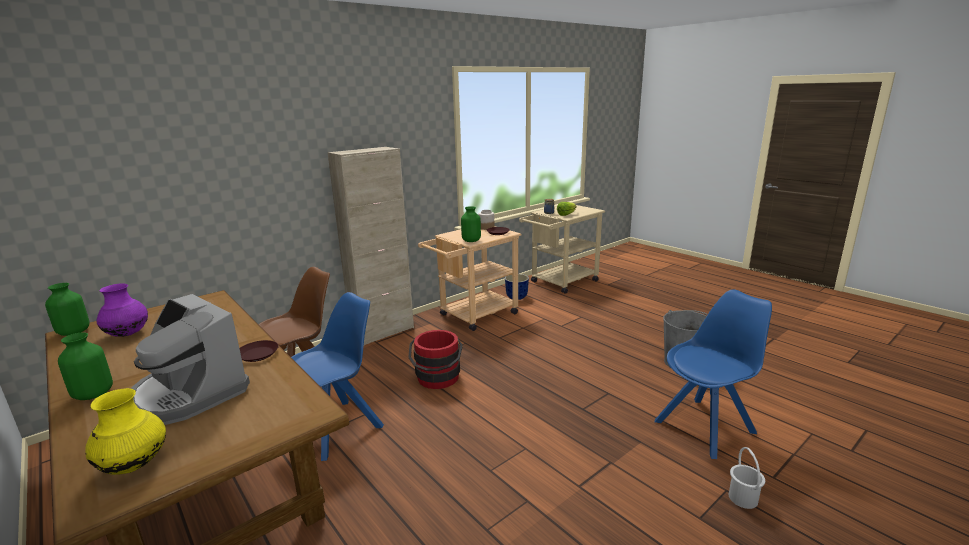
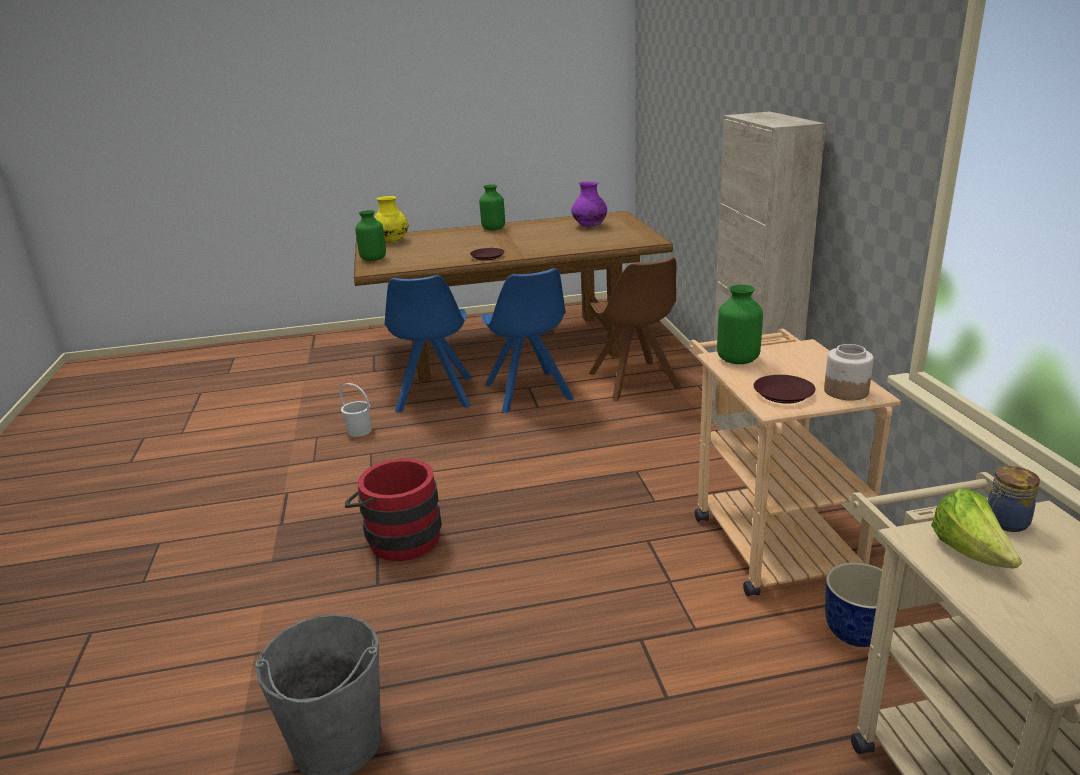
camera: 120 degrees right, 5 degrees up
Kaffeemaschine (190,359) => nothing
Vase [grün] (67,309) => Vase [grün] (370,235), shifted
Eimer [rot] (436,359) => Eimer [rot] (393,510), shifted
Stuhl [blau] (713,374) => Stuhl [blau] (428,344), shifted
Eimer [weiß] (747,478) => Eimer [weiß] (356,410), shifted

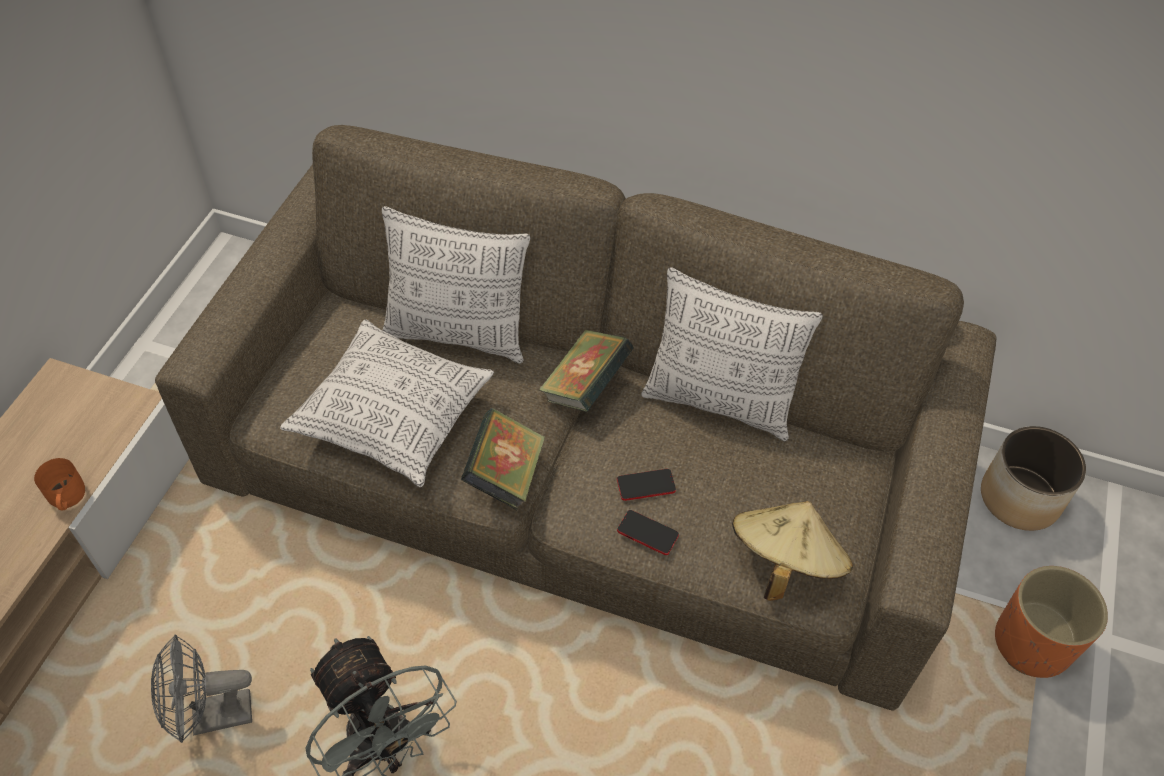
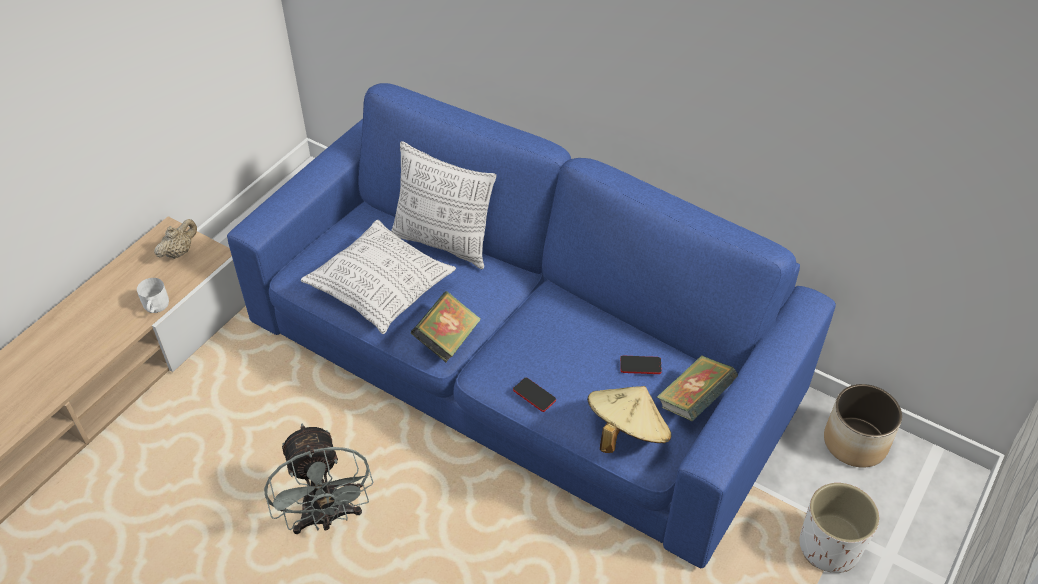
camera: 15 degrees right, 5 degrees down
Ventilator [grau] (201,689) => nothing
Kissen (732,354) => nothing
nothing => Teekanne [beige] (175,239)
Buch (586,371) => Buch (697,388), shifted
Handy (646,485) => Handy (641,365), shifted
Henkelbecher [orange] (59,484) => Henkelbecher [weiß] (153,295)
Sofa [braun] (576,418) => Sofa [blau] (531,325)
Pflanzkübel [orange] (1051,622) => Pflanzkübel [weiß] (839,528)

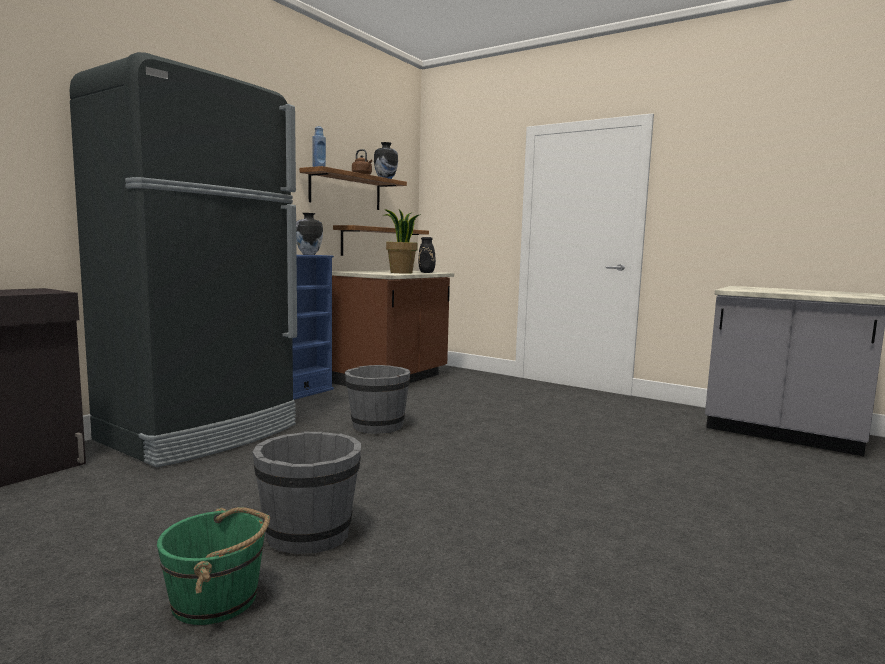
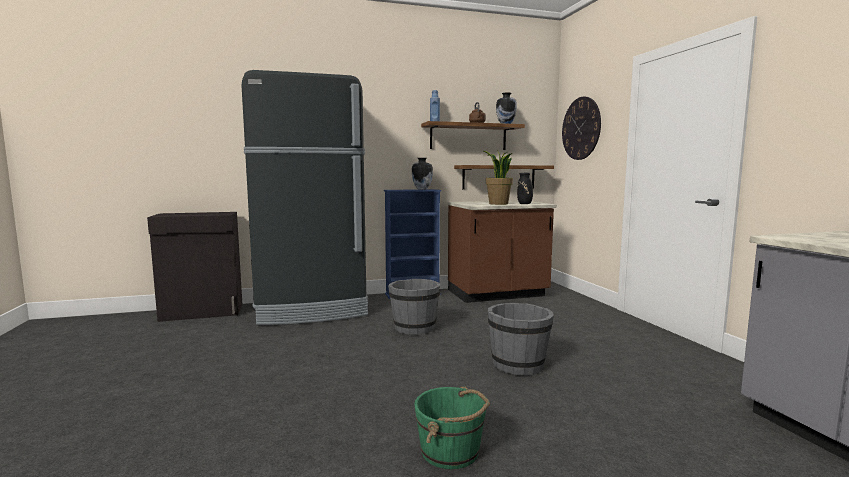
camera: 40 degrees right, 0 degrees up
nothing => Wanduhr (581,128)
Eimer [grün] (213,566) => Eimer [grün] (452,427), shifted
Eimer [grau] (306,493) => Eimer [grau] (521,339), shifted

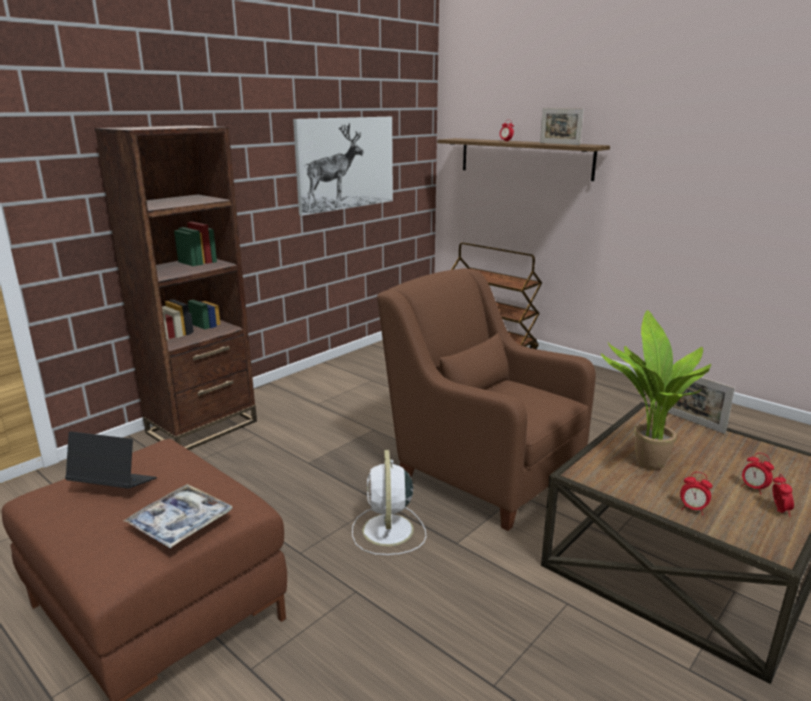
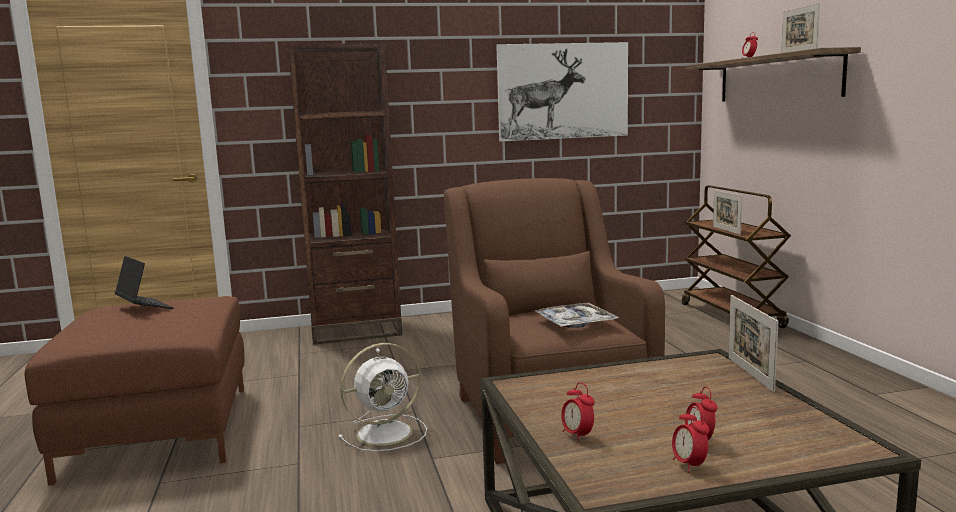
camera: 35 degrees right, 10 degrees down
Topfpflanze (656,390) => nothing
nothing => Bilderrahmen (727,212)
Tablett (178,516) => Tablett (577,315), shifted
Ventilator [weiß] (389,502) => Ventilator [weiß] (382,397), 150 degrees counterclockwise
Wecker (783,495) => Wecker (691,440), 120 degrees clockwise

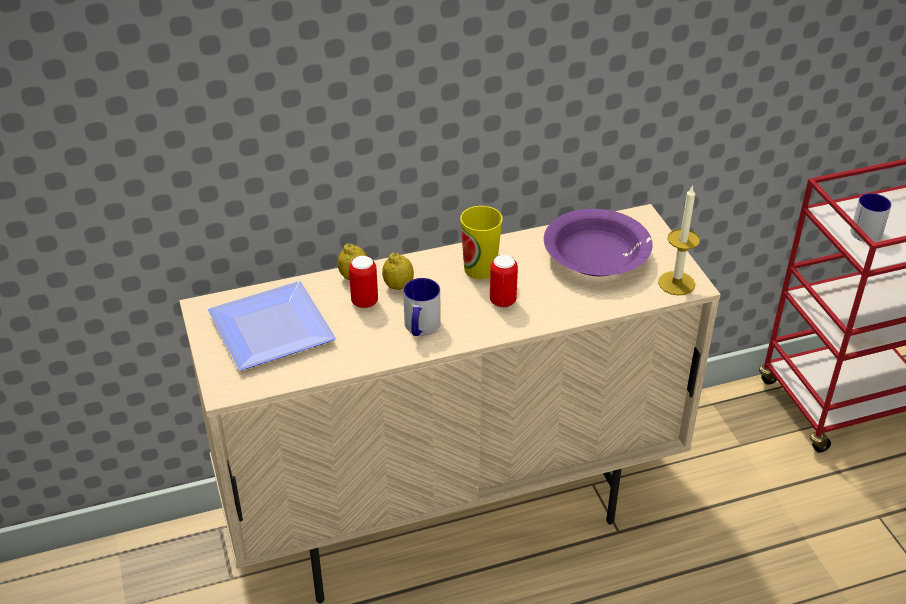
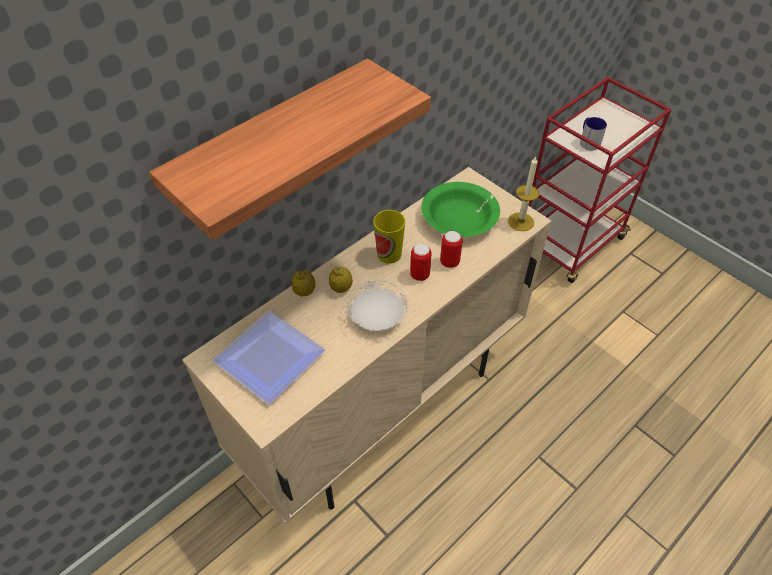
camera: 25 degrees left, 10 degrees up
nothing => Wandregal (290,149)
Dose (363,282) => Dose (451,249), shifted
Henkelbecher (422,307) => Teller [weiß] (377,305)
Schüssel [lila] (598,242) => Schüssel [grün] (460,209)

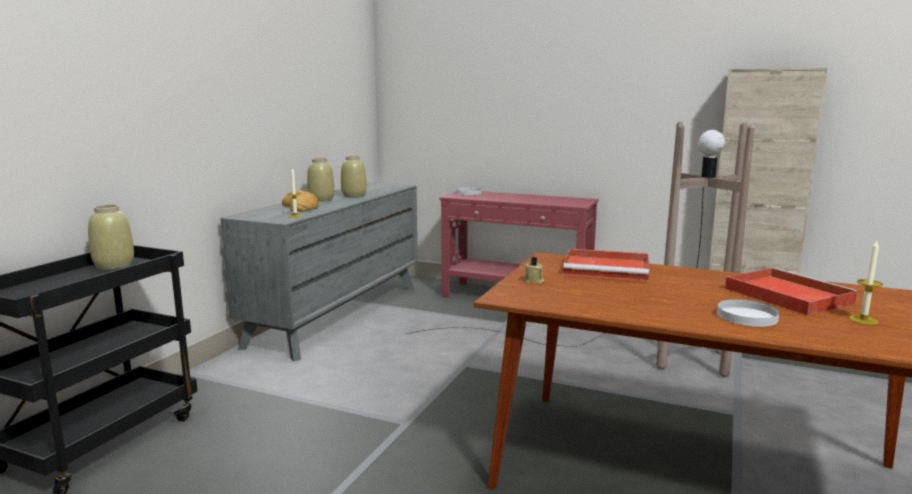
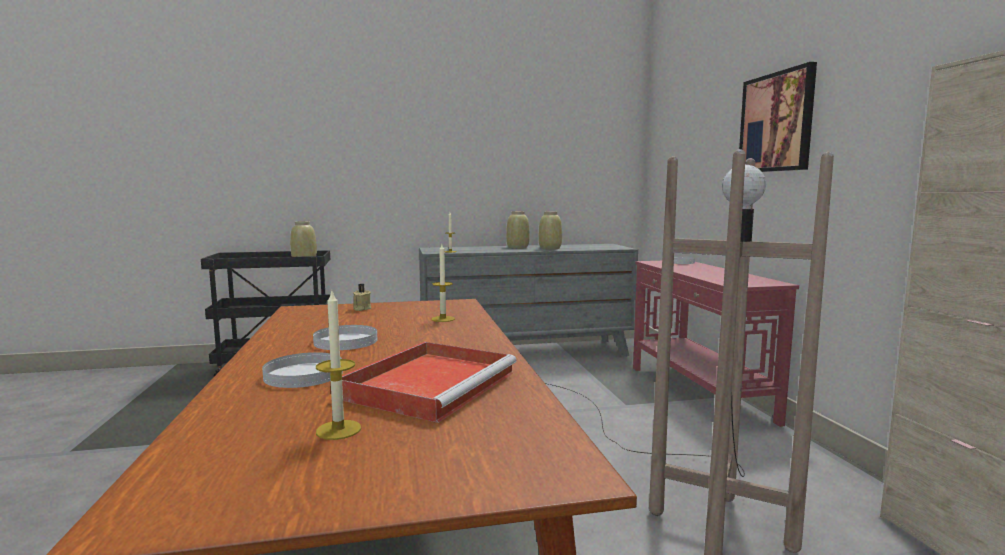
camera: 55 degrees right, 5 degrees down
Brot (300,201) => nothing
nothing => Teller [weiß] (345,337)
nothing => Bild (778,117)
Tablett [rot] (606,265) => Kerze (443,283)

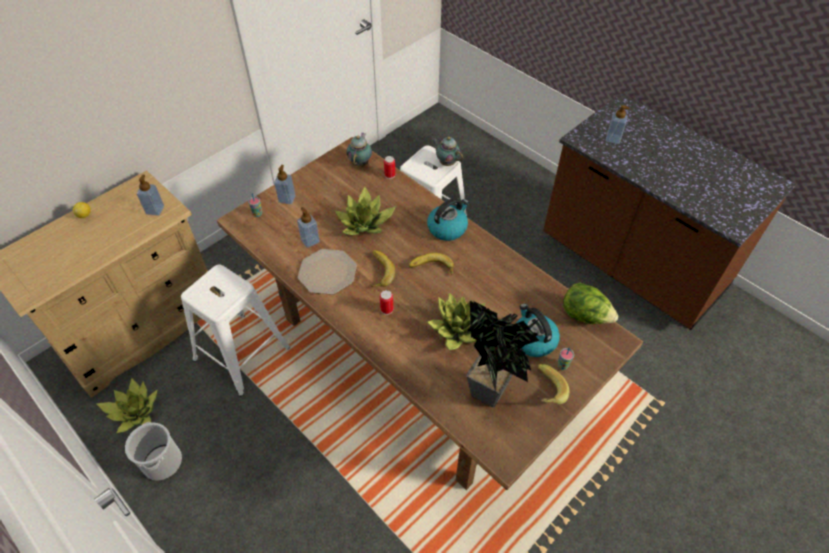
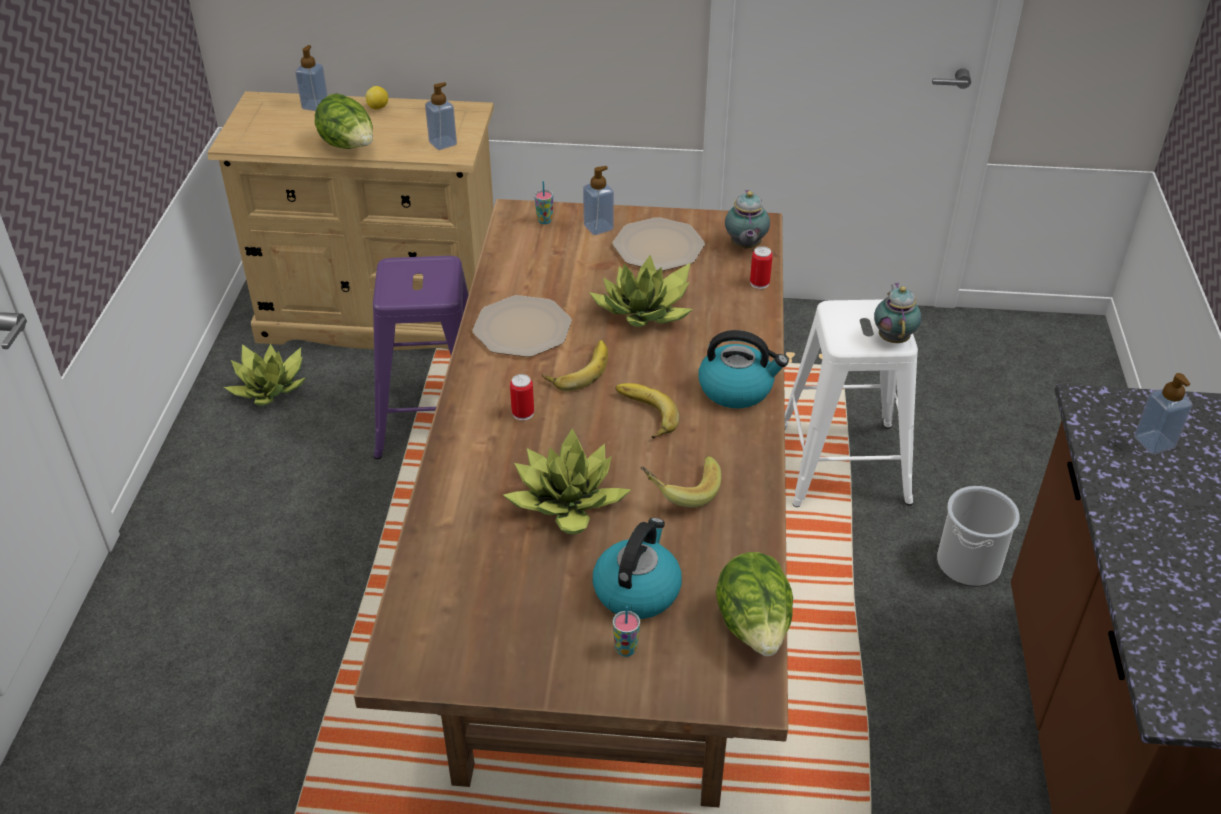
camera: 50 degrees right, 10 degrees down
Topfpflanze (503,354) => nothing
nothing => Salatkopf (344,121)
nothing => Teller (659,244)
Eimer (153,451) => Eimer (978,536), shifted
Seifenspender (308,227) => Seifenspender (311,78), shifted
Banane (553,384) => Banane (680,481), shifted
Hocker [weiß] (235,330) => Hocker [lila] (421,357)
Teekanne (359,150) => Teekanne (747,219), 120 degrees clockwise

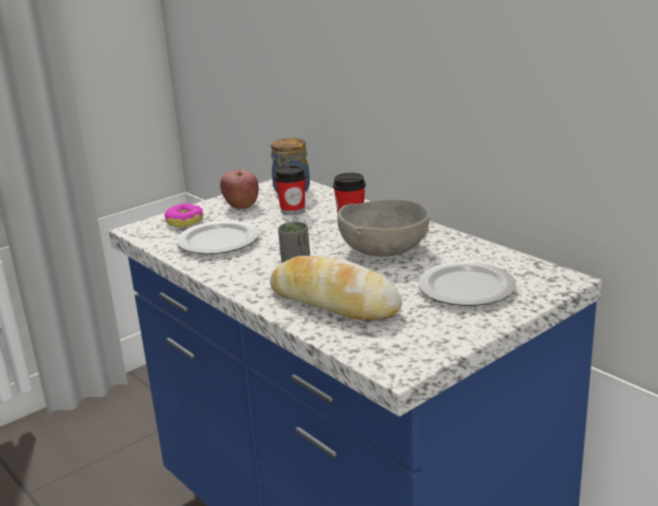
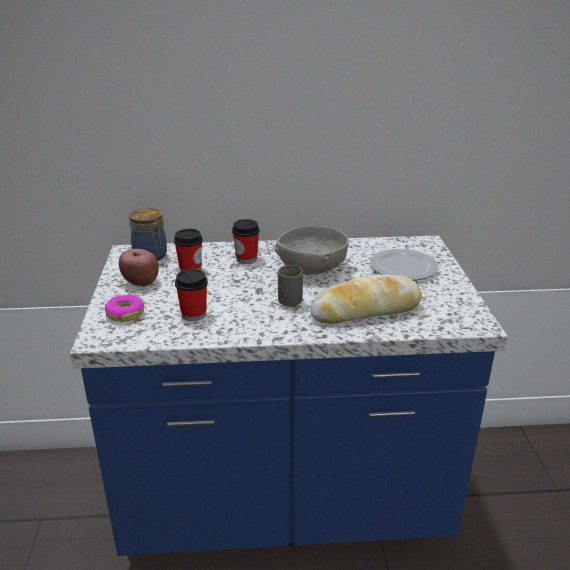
camera: 55 degrees left, 5 degrees up
Teller (218,237) => Tasse (191,295)

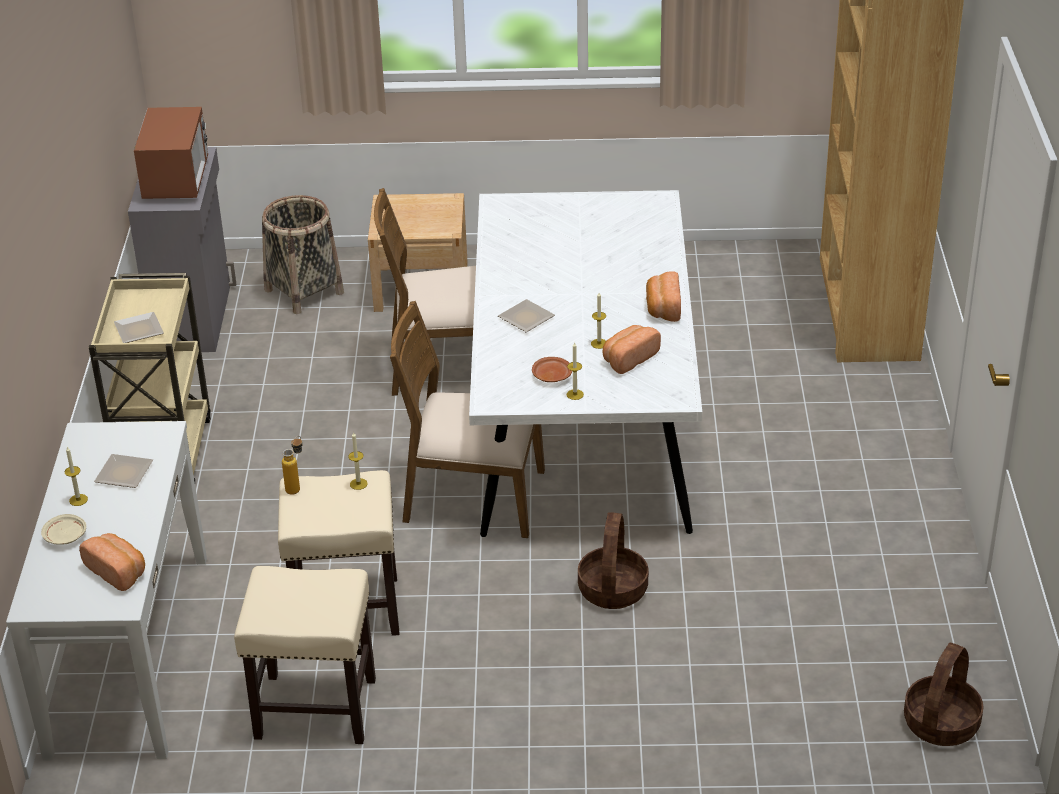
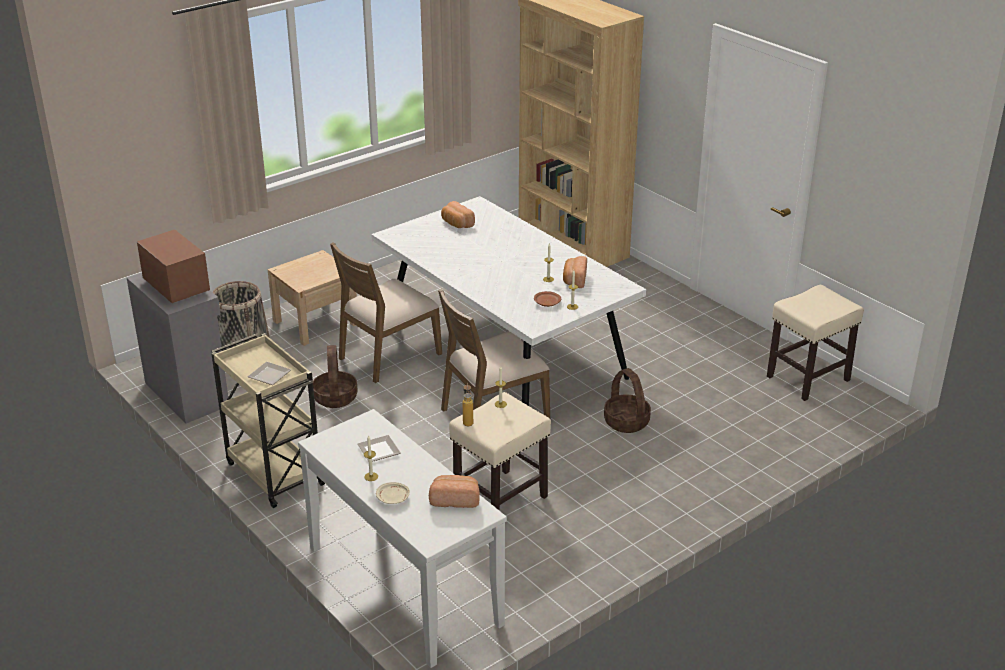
camera: 40 degrees left, 5 degrees down
Teller (526,315) => nothing
Hocker [beige] (305,655) => Hocker [beige] (815,343), shifted
Brot (663,296) => Brot (458,214), shifted
Korb (944,694) => Korb (335,376), shifted

